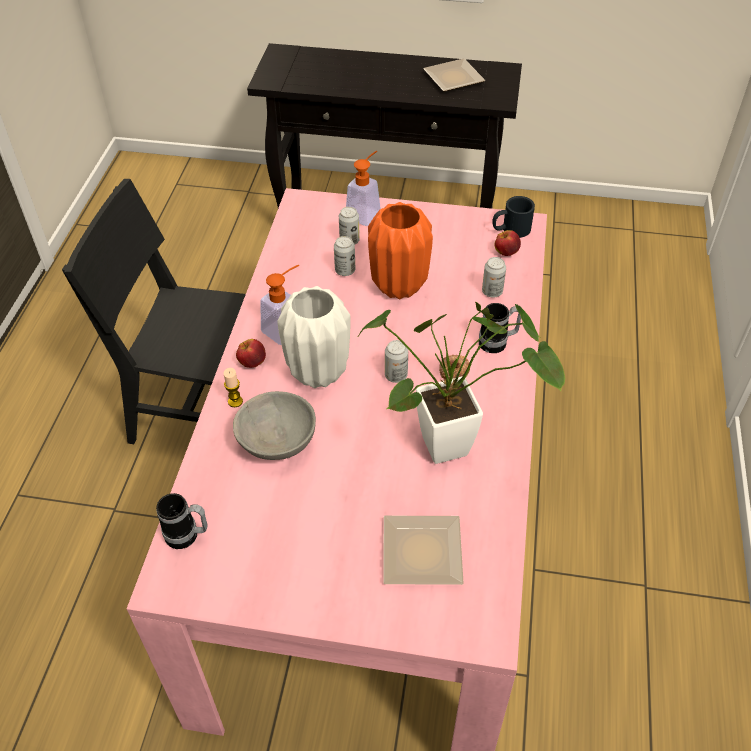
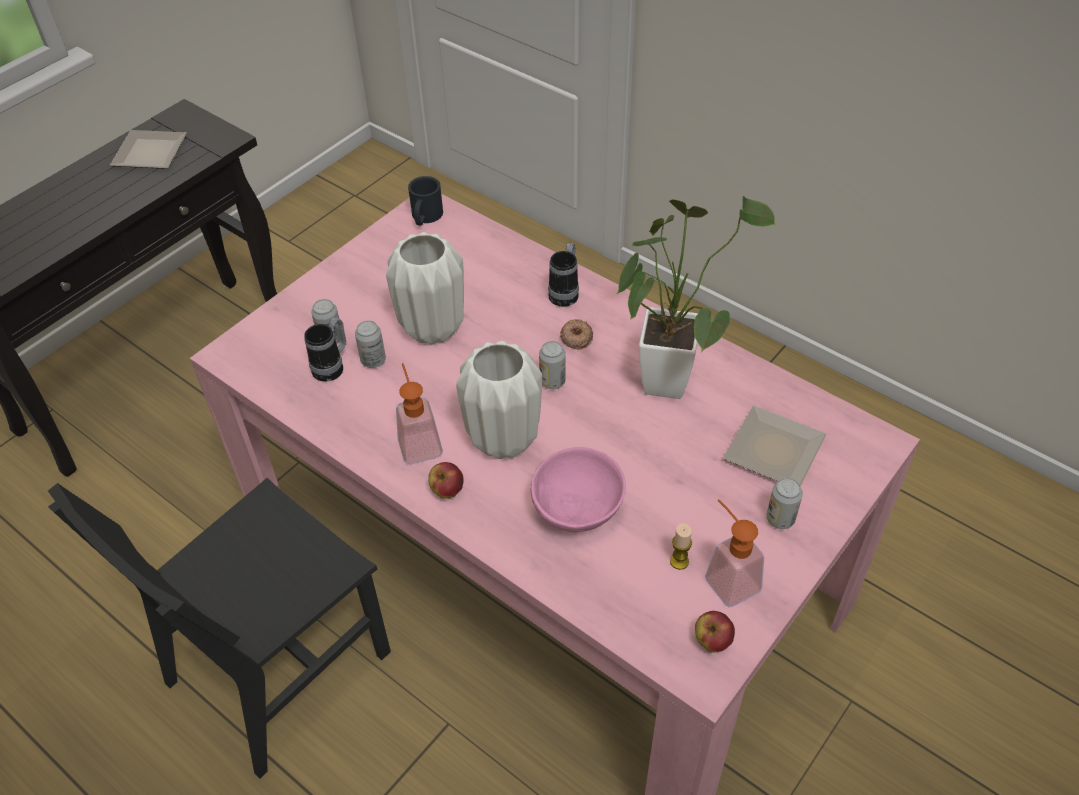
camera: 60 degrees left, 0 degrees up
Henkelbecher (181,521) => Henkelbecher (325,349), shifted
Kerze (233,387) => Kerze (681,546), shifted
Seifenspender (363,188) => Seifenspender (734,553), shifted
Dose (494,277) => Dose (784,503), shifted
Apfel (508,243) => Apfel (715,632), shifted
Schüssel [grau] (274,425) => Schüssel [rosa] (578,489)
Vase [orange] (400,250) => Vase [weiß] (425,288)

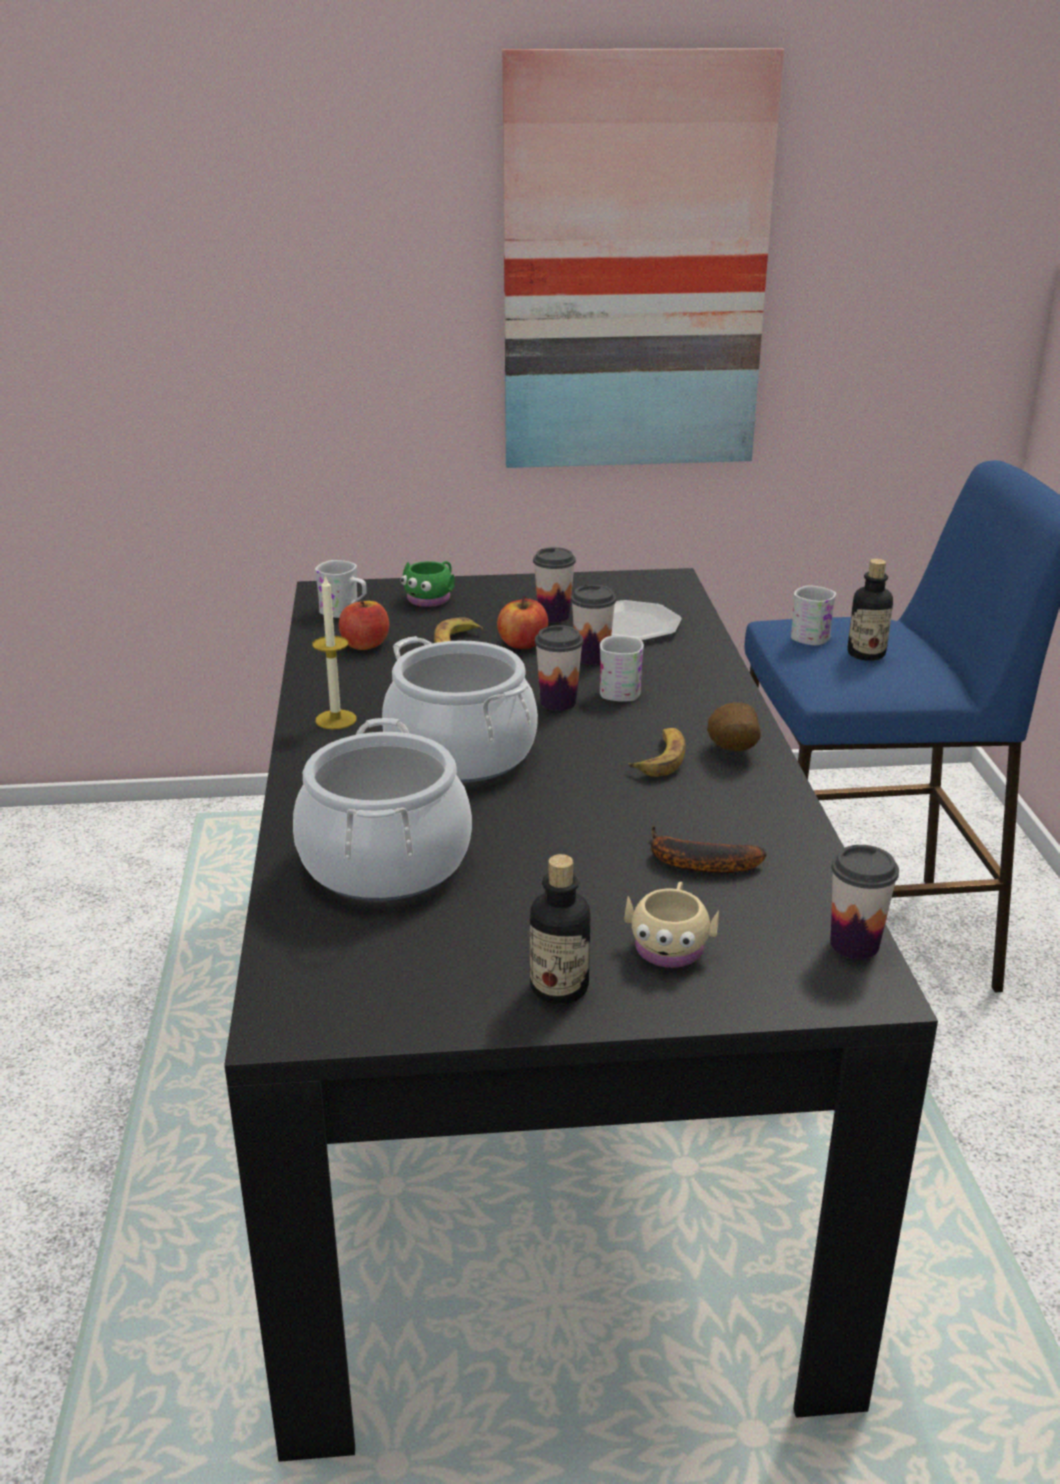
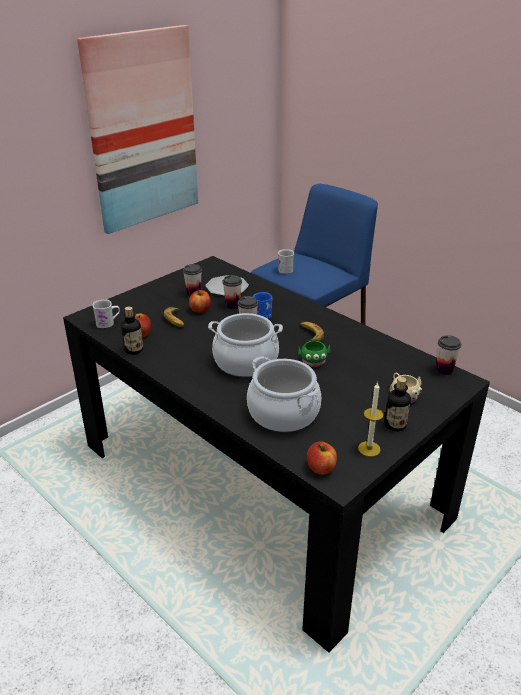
camera: 40 degrees left, 5 degrees up
Banane (709,849) => nothing
Kartoffel (734,726) => nothing
nothing => Apfel (322,458)
Kerze (334,652) => Kerze (371,419), shifted
Henkelbecher [grün] (428,584) => Henkelbecher [grün] (314,352), shifted
Flasche (870,610) => Flasche (132,330), shifted
Henkelbecher [weiß] (622,669) => Henkelbecher [blau] (263,305)

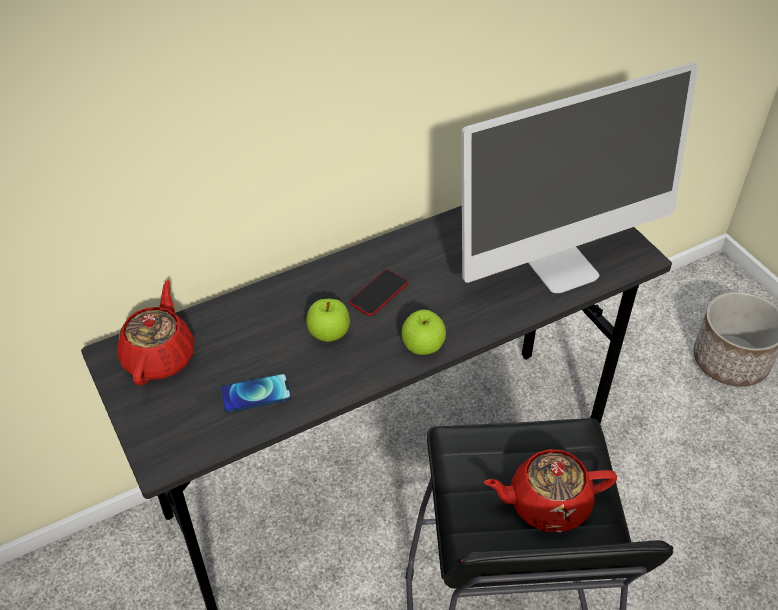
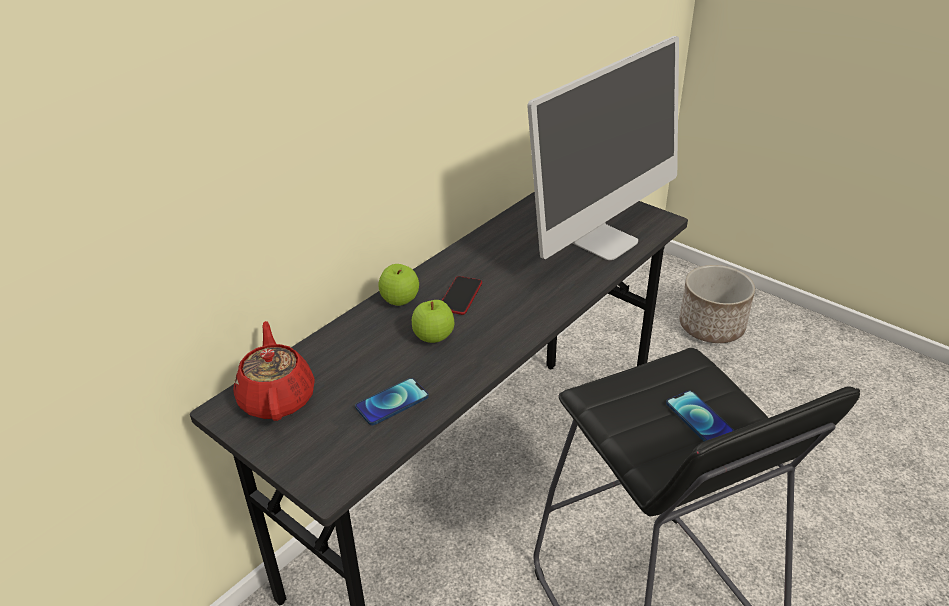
camera: 20 degrees left, 10 degrees down
Apfel (423,332) => Apfel (398,285), shifted
Teekanne [rot] (550,490) => Handy (700,416)

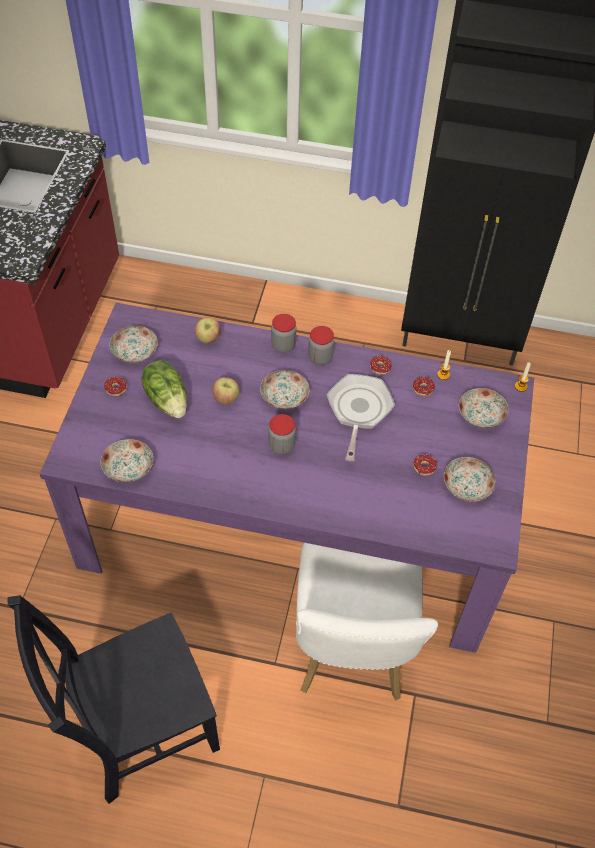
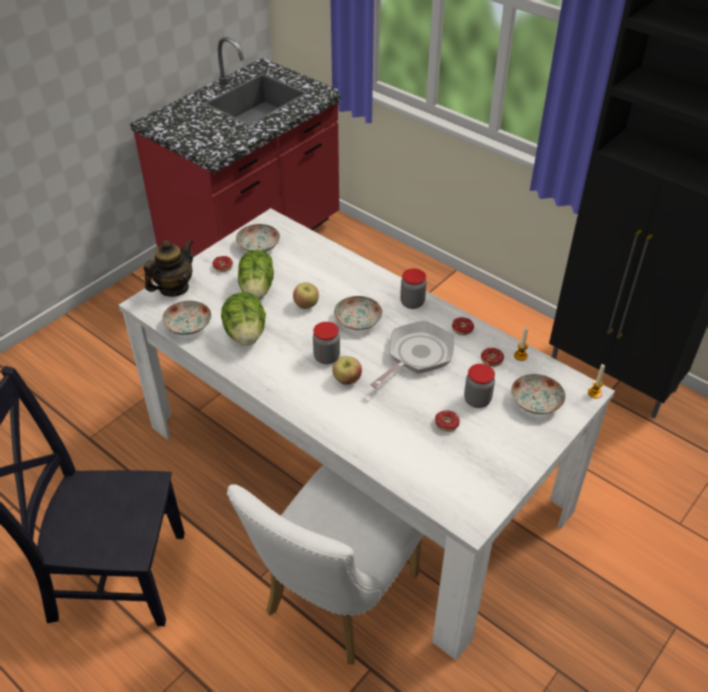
camera: 30 degrees right, 10 degrees down
Teller (469,479) => nothing
nothing => Teekanne (168,268)
nothing => Salatkopf (243,319)
Apfel (208,331) => Apfel (347,370), shifted
Vorratsglas (283,333) => Vorratsglas (479,386), shifted
Esstisch [lila] (287,478) => Esstisch [weiß] (367,434)

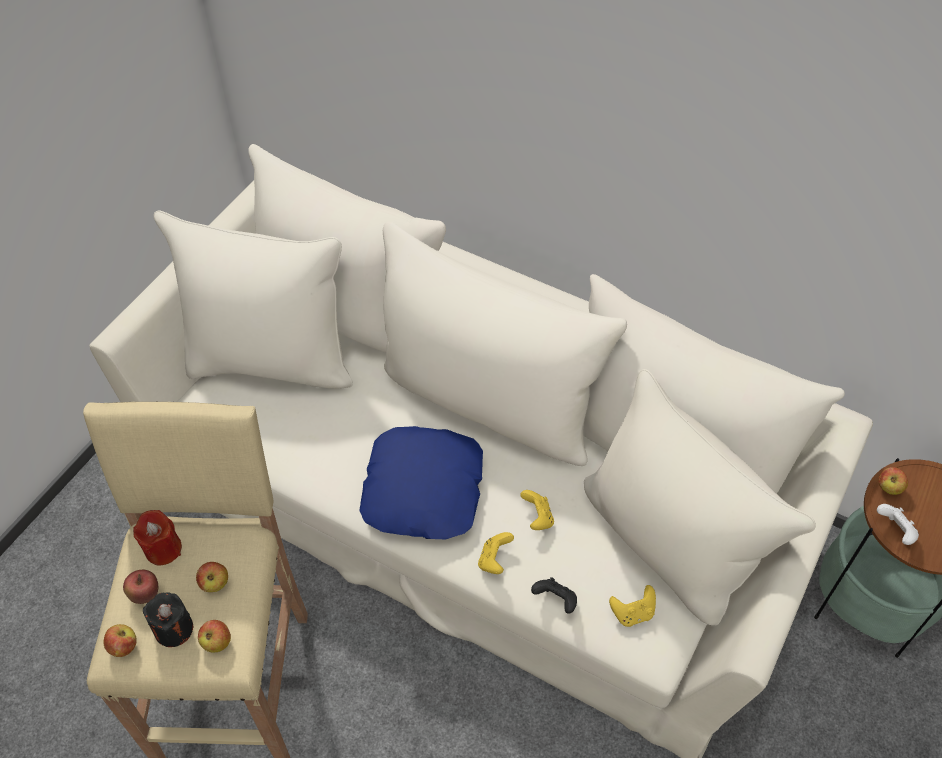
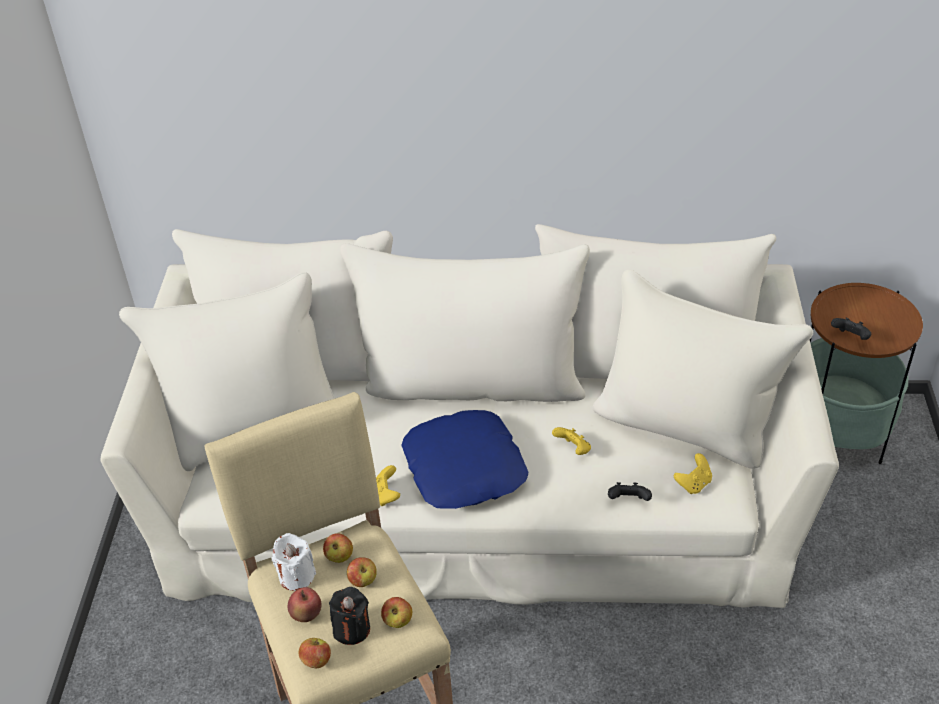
camera: 25 degrees left, 10 degrees down
Gamepad [gelb] (496,553) => Gamepad [gelb] (388,485), shifted
Apfel (893,481) => Apfel (338,548), shifted
Kerze [rot] (157,537) => Kerze [weiß] (294,562)
Gamepad [weiß] (898,524) => Gamepad [schwarz] (851,329)

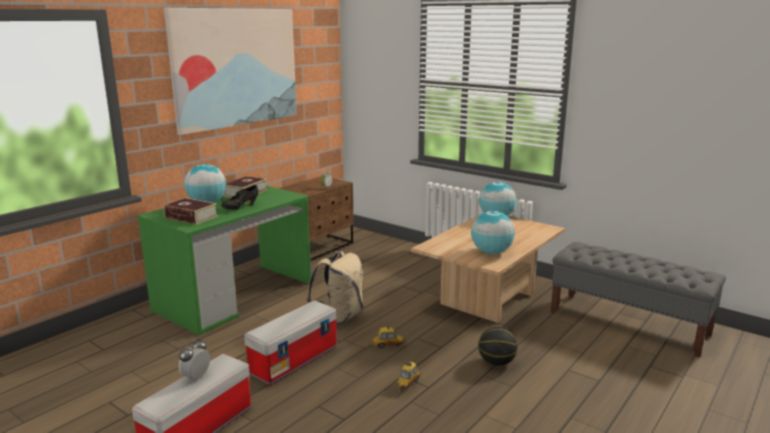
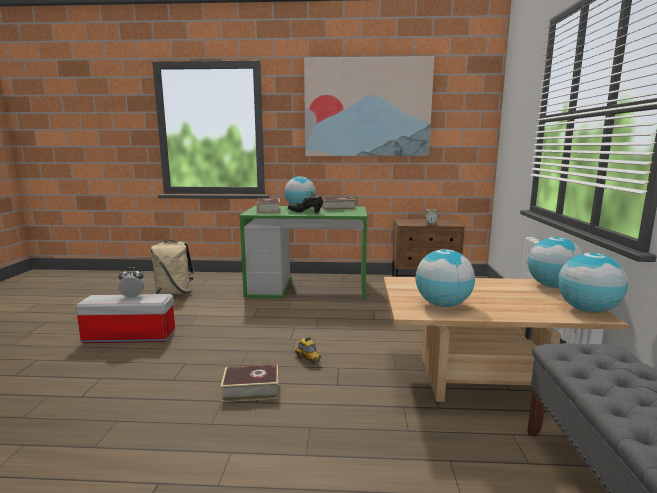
camera: 55 degrees right, 5 degrees down
Aufbewahrungsbox (290,342) => nothing
Basketball (497,346) => nothing
nothing => Globus (593,283)
Rucksack [beige] (335,288) => Rucksack [beige] (172,267), shifted
Spielzeugauto (408,376) => Buch (250,383)

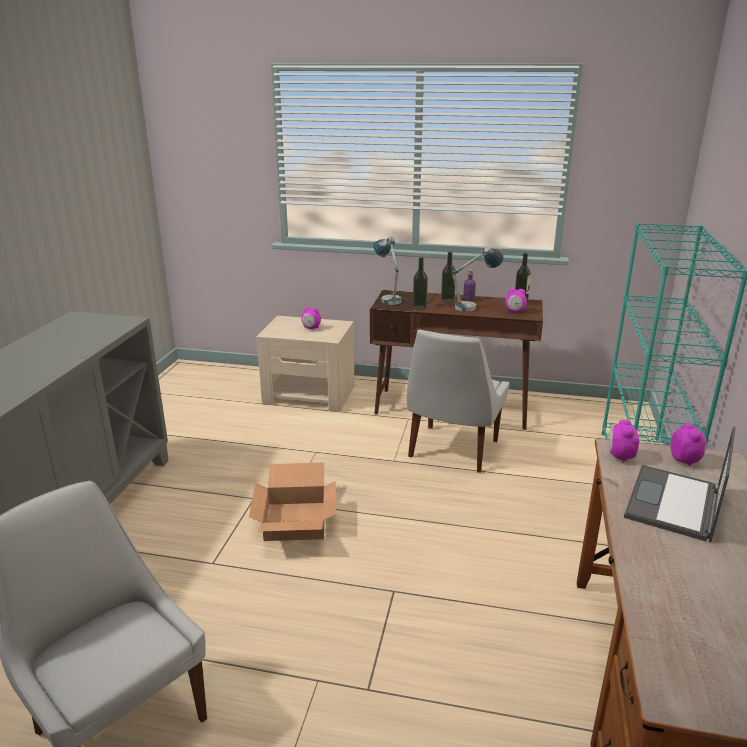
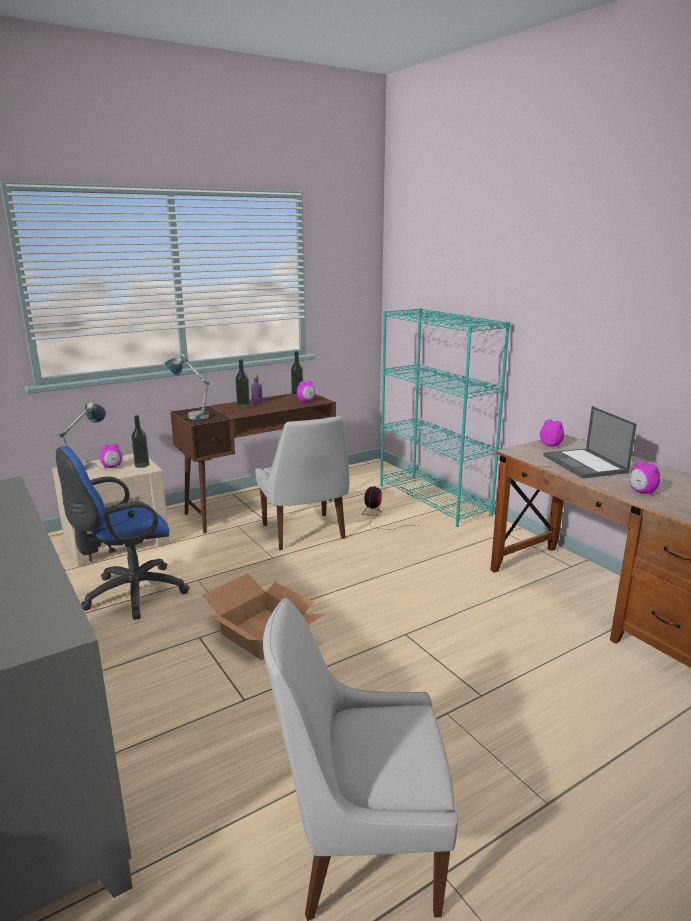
camera: 45 degrees left, 5 degrees down
nothing => Bürostuhl [blau] (123,533)
nothing => Ventilator (390,508)
Flasche (420,283) => Flasche (140,441), shifted
Tischlampe (478,279) => Tischlampe (82,436), shifted
Wecker (624,441) => Wecker (644,478), shifted

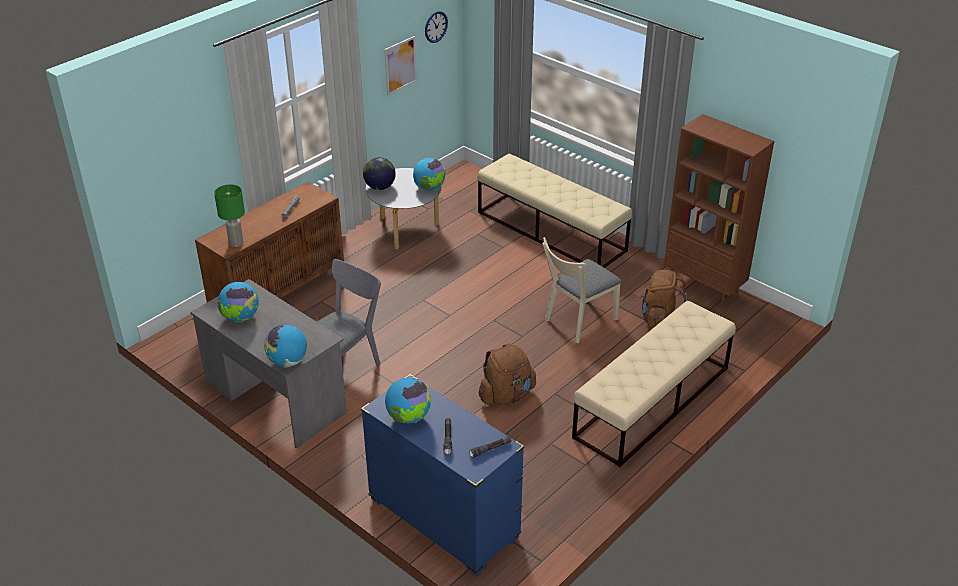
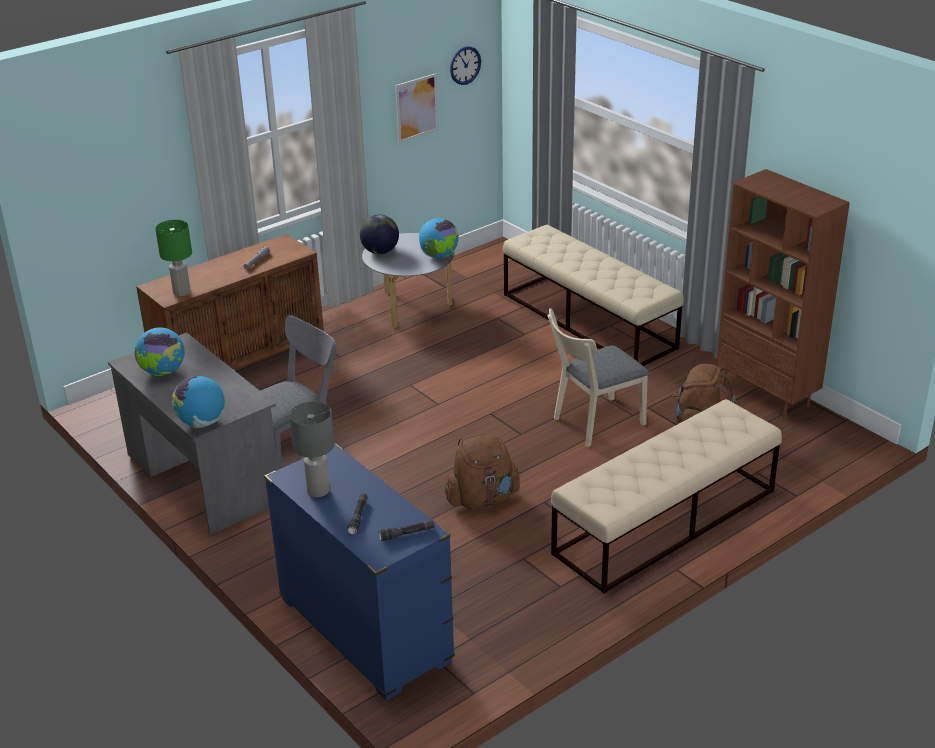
camera: 10 degrees right, 5 degrees down
Globus (408,401) => Tischlampe [grau] (311,449)

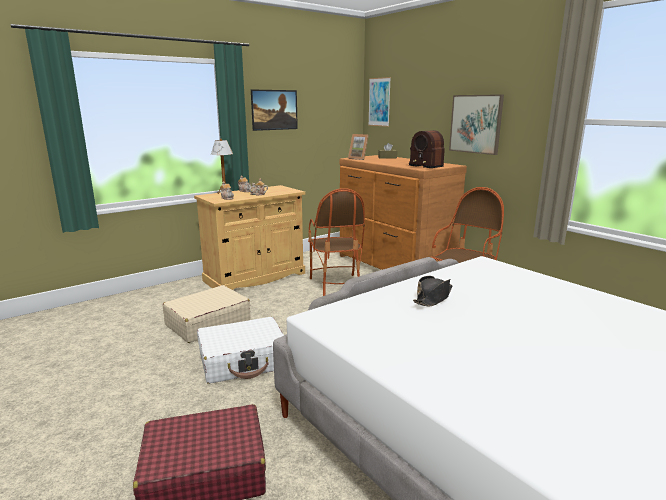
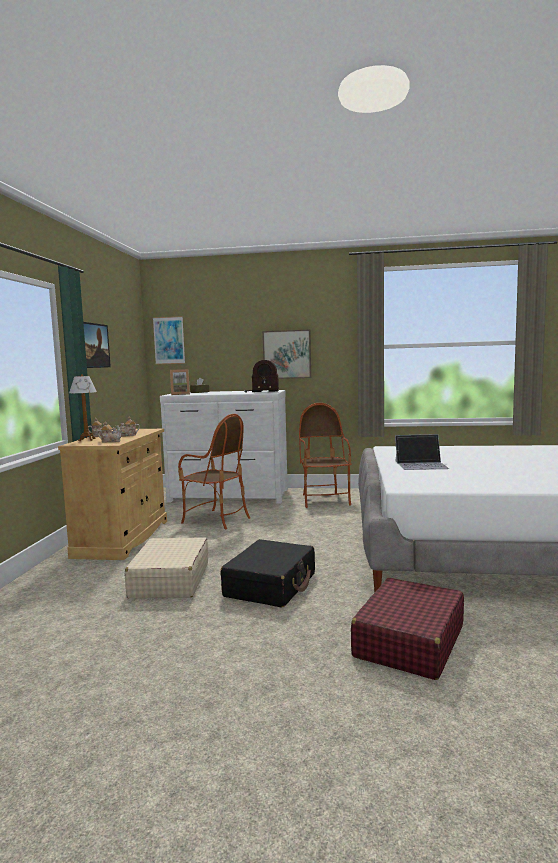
camera: 45 degrees left, 10 degrees down
Hut [schwarz] (433,291) => Laptop (422,452)
Koffer [weiß] (240,350) => Koffer [schwarz] (268,573)
Kommode [braun] (403,212) => Kommode [weiß] (224,446)

